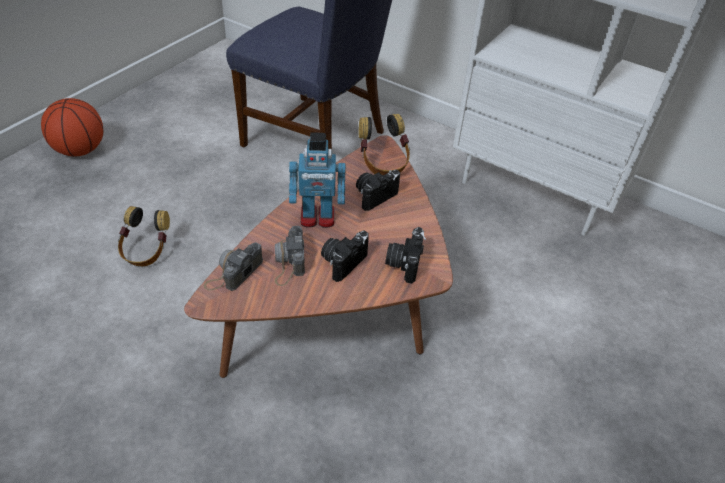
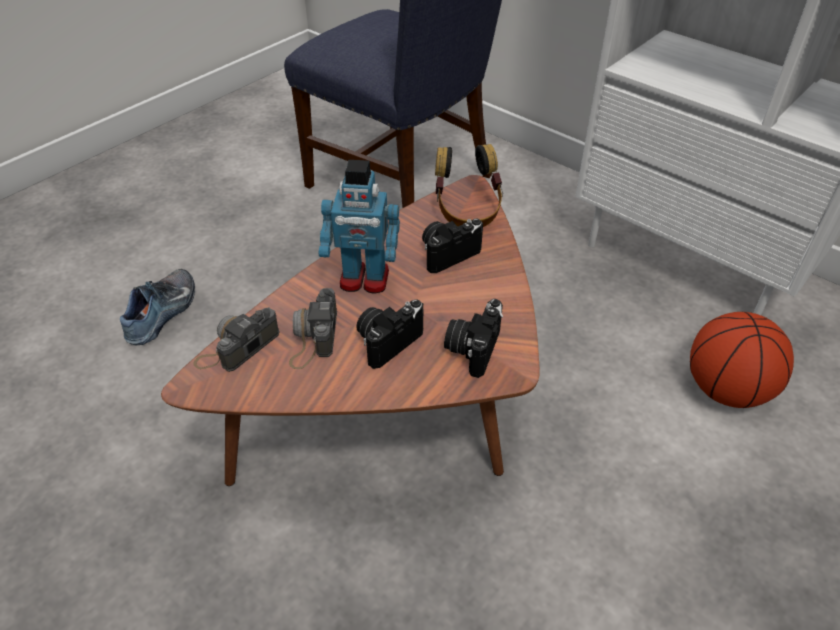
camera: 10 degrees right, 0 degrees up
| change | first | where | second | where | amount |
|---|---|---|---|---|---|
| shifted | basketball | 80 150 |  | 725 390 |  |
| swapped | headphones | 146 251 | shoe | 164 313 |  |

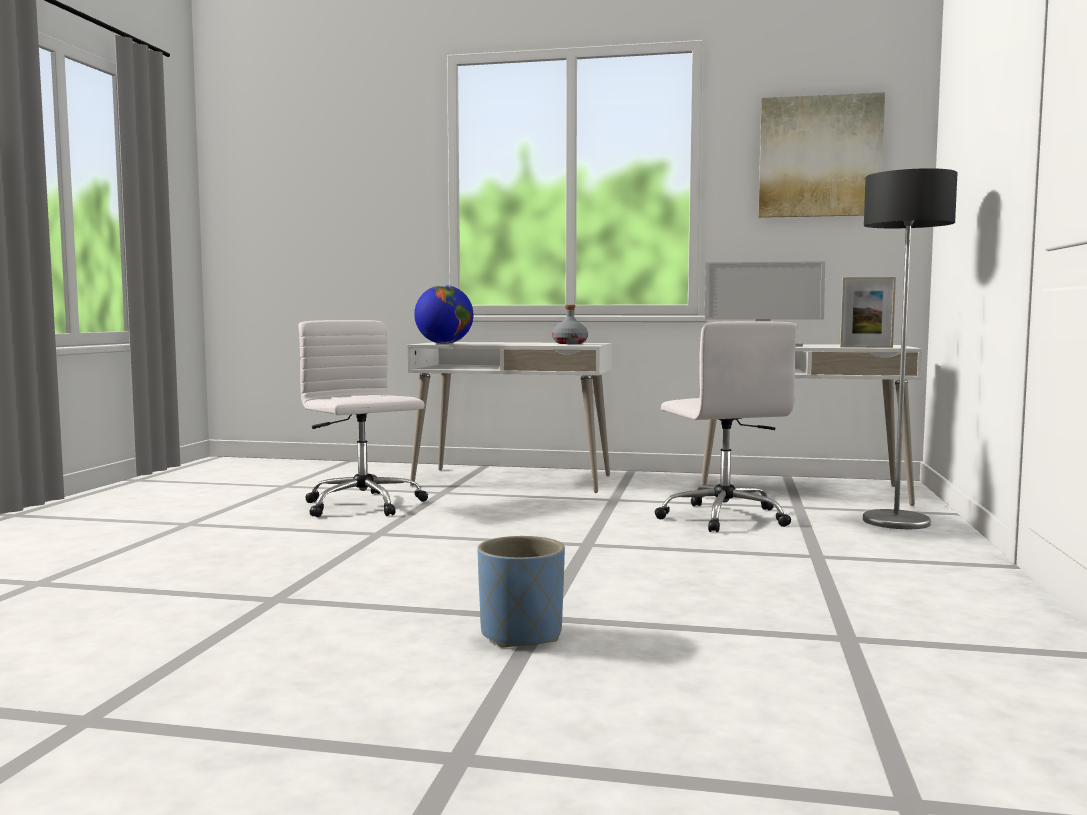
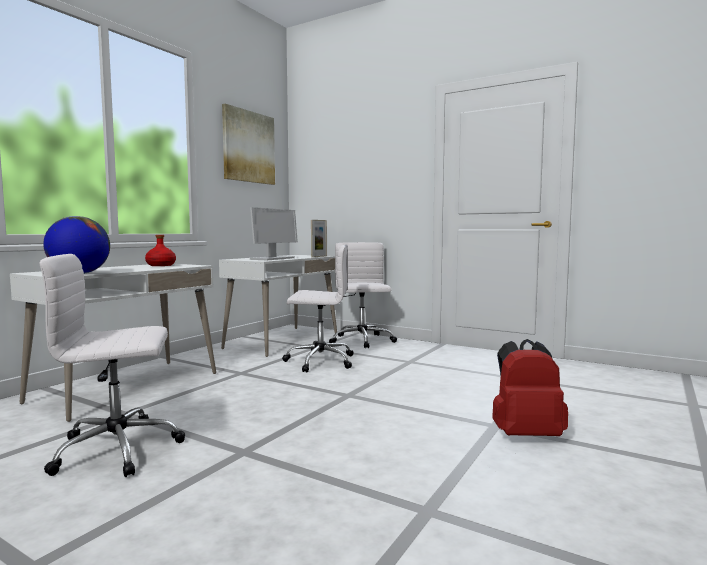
camera: 70 degrees left, 0 degrees up
| change | first | where | second | where | amount |
|---|---|---|---|---|---|
| swapped | blue planter | 521 635 | red backpack | 525 434 |  |
| repainted | grey bottle | 570 343 | red bottle | 161 265 |  |
| swapped | floor lamp | 896 521 | white office chair | 362 341 |  |

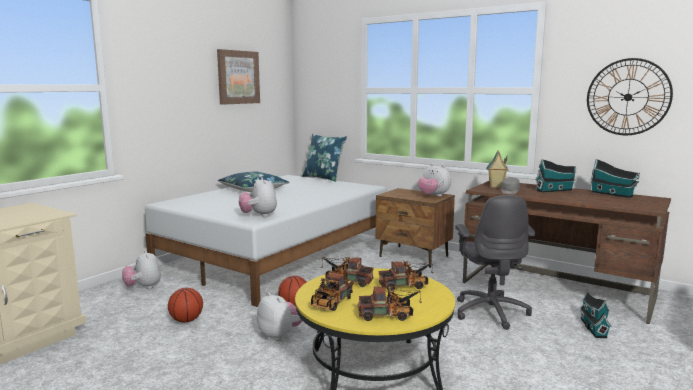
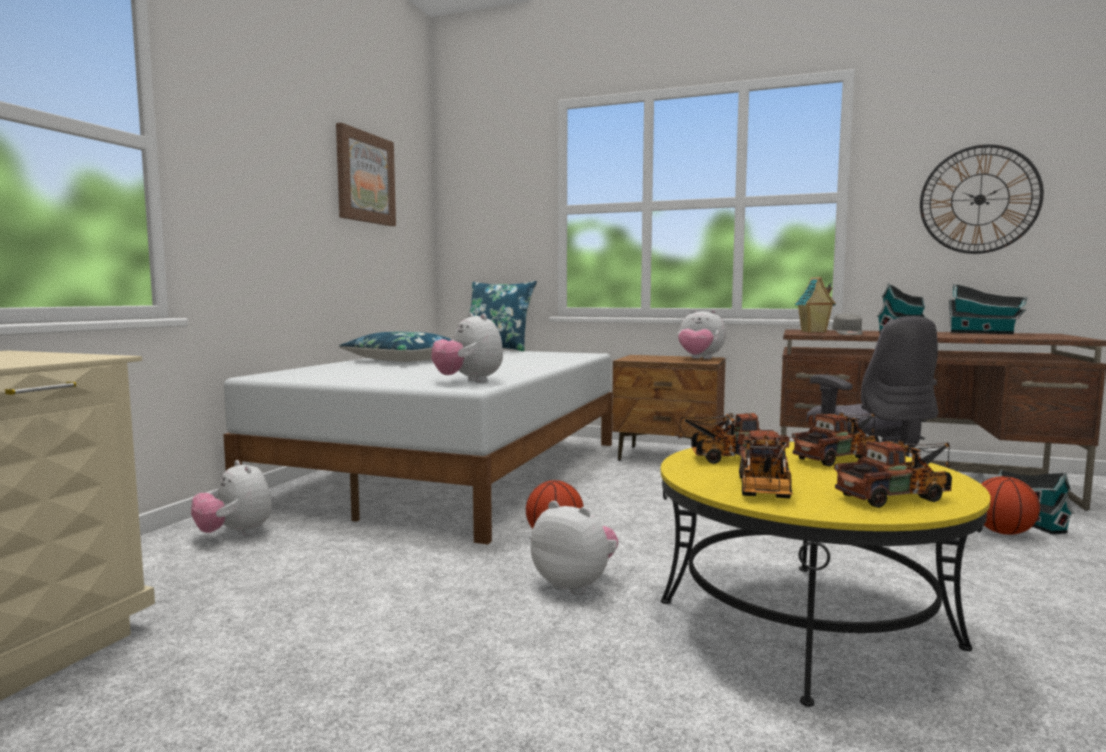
camera: 15 degrees left, 5 degrees down
| change | first | where | second | where | amount |
|---|---|---|---|---|---|
| shifted | basketball | 186 320 |  | 1003 532 |  |

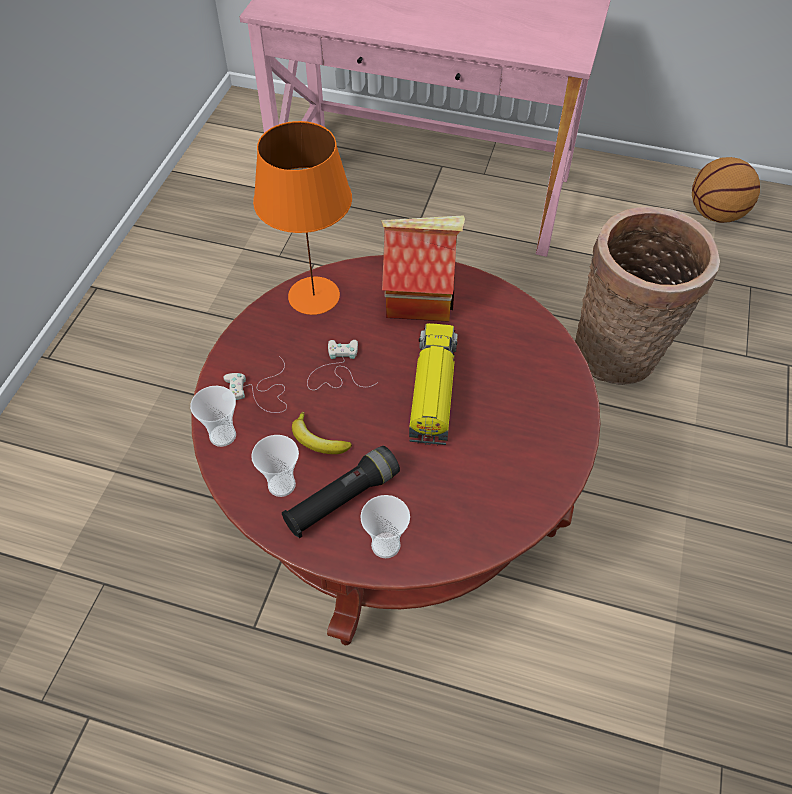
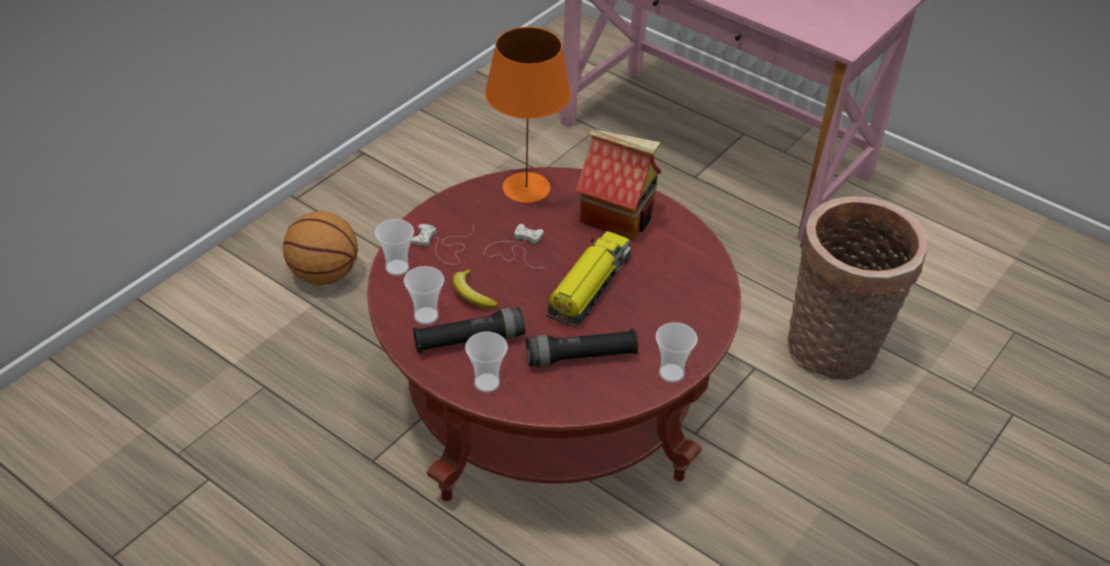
camera: 20 degrees right, 10 degrees down
| change | first | where | second | where | amount |
|---|---|---|---|---|---|
| shifted | basketball | 715 214 |  | 324 274 |  |
| new |  |  | black flashlight | 581 357 |  |
| new |  |  | cup | 671 373 |  |

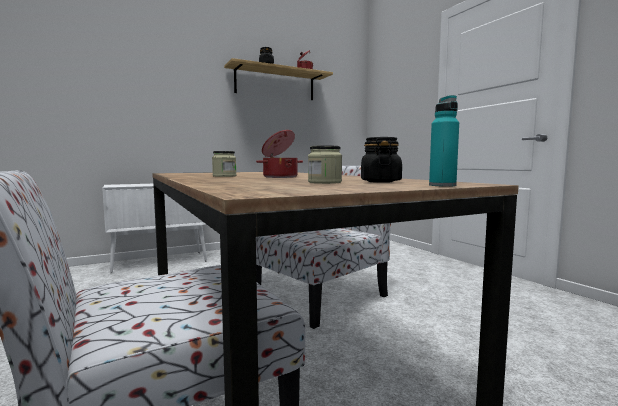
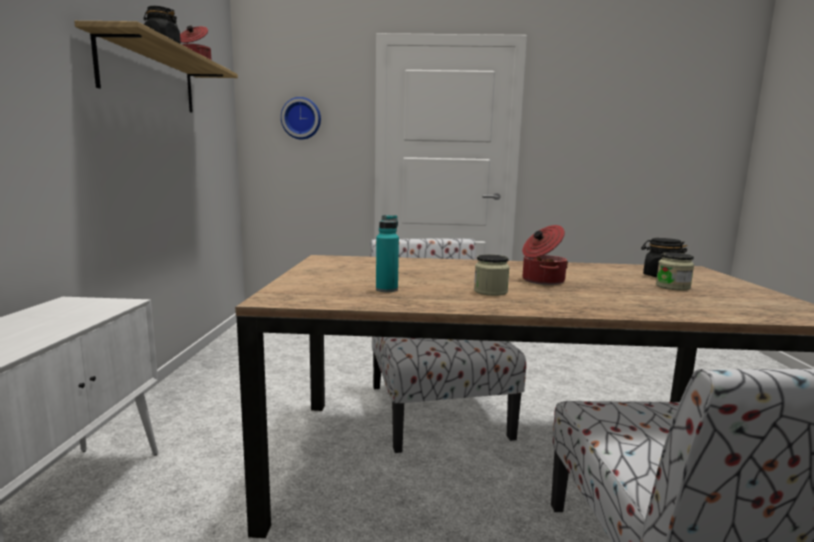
camera: 60 degrees left, 5 degrees up
| change | first | where | second | where | amount |
|---|---|---|---|---|---|
| shifted | turquoise bottle | 442 185 |  | 386 289 |  |
| new |  |  | wall clock | 301 118 |  |

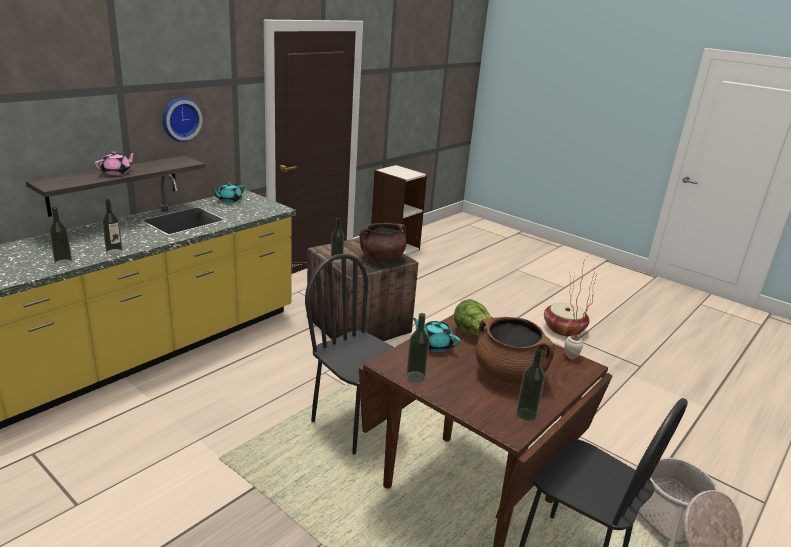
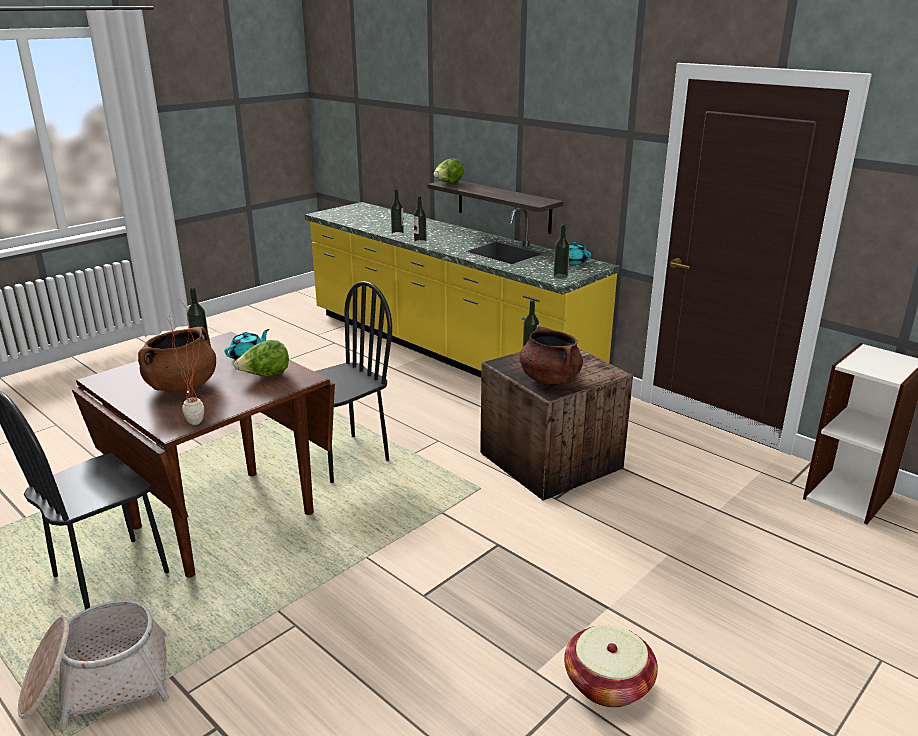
camera: 95 degrees right, 0 degrees up
| change | first | where | second | where | amount |
|---|---|---|---|---|---|
| gone | pink teapot | 117 172 |  |  |  |
| gone | wall clock | 180 119 |  |  |  |
| shifted | bottle | 526 414 |  | 560 276 |  |
| new |  |  | lettuce | 448 183 |  |

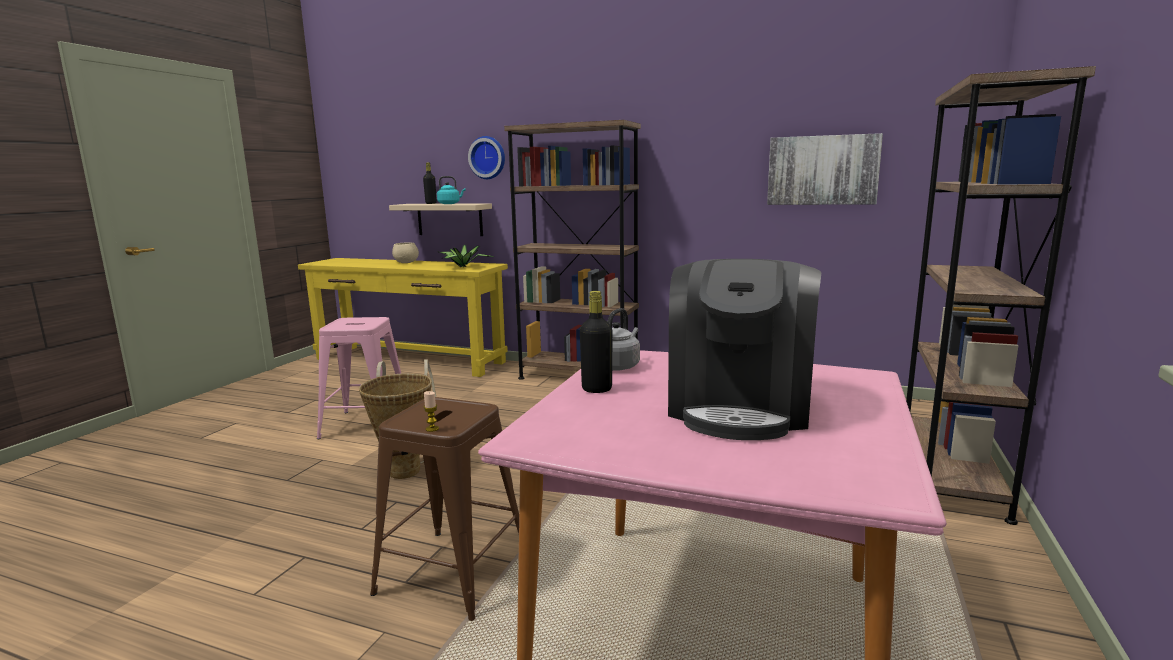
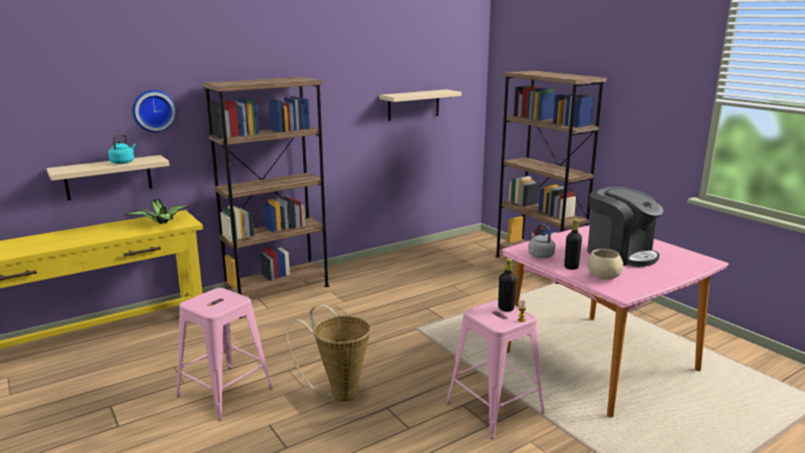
camera: 55 degrees left, 5 degrees up
| change | first | where | second | where | amount |
|---|---|---|---|---|---|
| repainted | brown stool | 453 573 | pink stool | 495 408 |  |
| shifted | beige bowl | 406 262 |  | 603 277 |  |
| shifted | black bottle | 431 203 |  | 506 308 |  |
| swapped | picture | 822 170 | beige shelf | 413 105 |  |

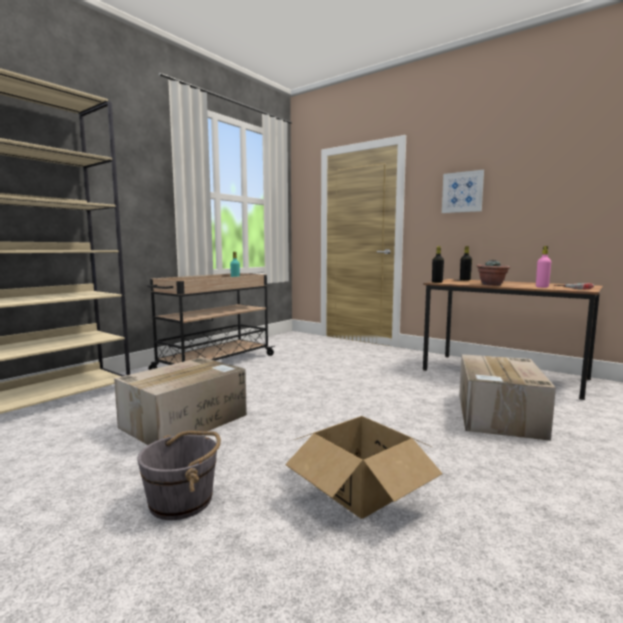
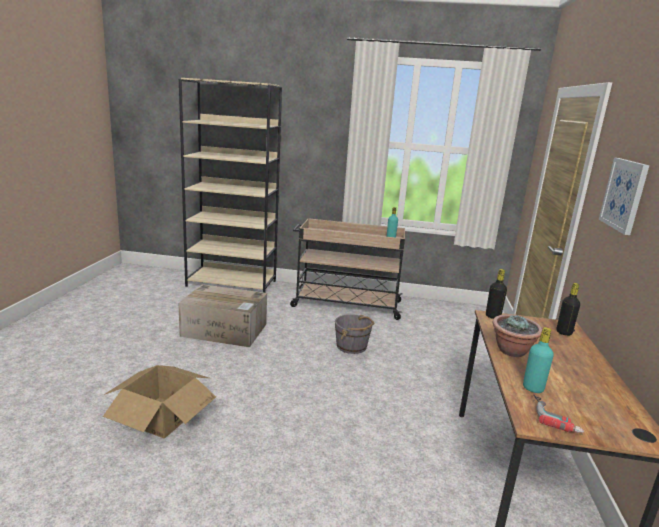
camera: 60 degrees right, 10 degrees up
| change | first | where | second | where | amount |
|---|---|---|---|---|---|
| shifted | grey bucket | 182 500 |  | 352 346 |  |
| gone | cardboard box | 499 415 |  |  |  |
| repainted | pink bottle | 542 287 | turquoise bottle | 533 388 |  |

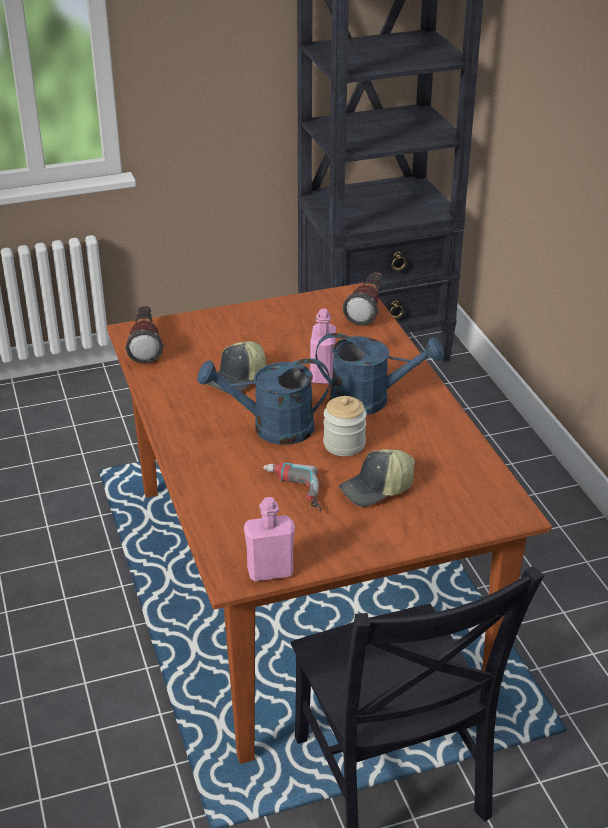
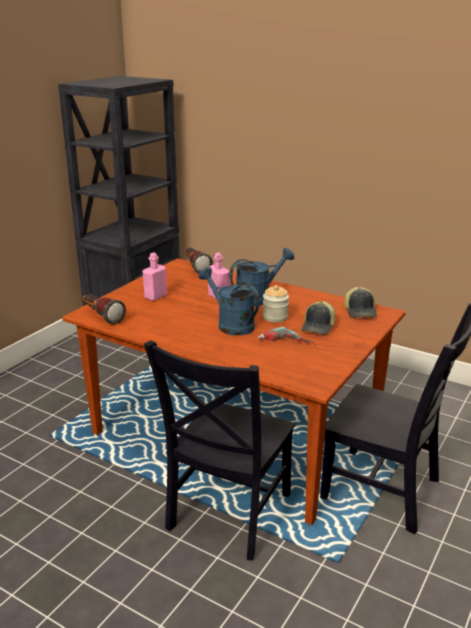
camera: 40 degrees left, 10 degrees down
| change | first | where | second | where | amount |
|---|---|---|---|---|---|
| rotated | blue watering can | 271 428 |  | 230 324 | 90 degrees clockwise |
| shifted | cap | 238 379 |  | 360 311 |  |
| shifted | pink bottle | 270 571 |  | 155 296 |  |
| new |  |  | black chair | 227 515 |  |

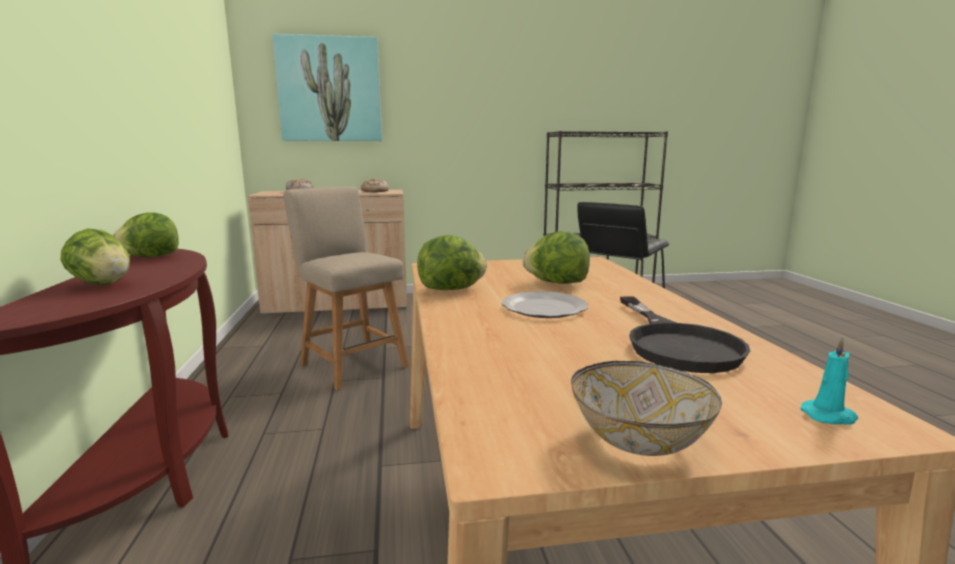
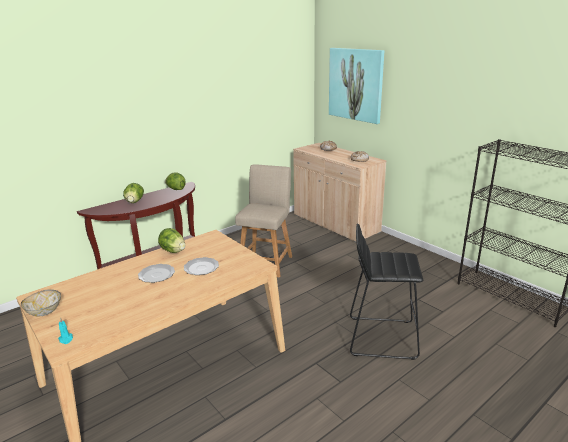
camera: 60 degrees right, 10 degrees up
| change | first | where | second | where | amount |
|---|---|---|---|---|---|
| swapped | lettuce | 556 283 | plate | 201 268 |  |
| gone | black frying pan | 676 343 |  |  |  |

